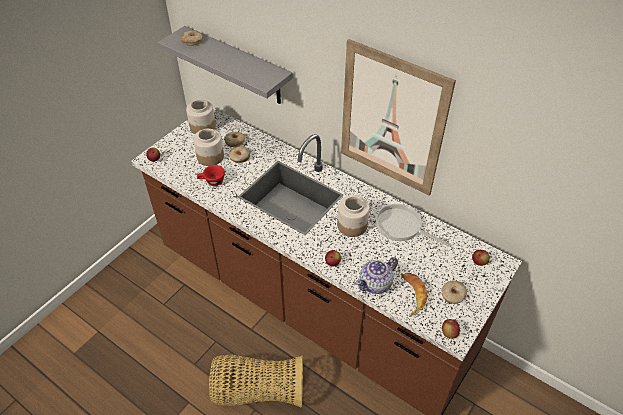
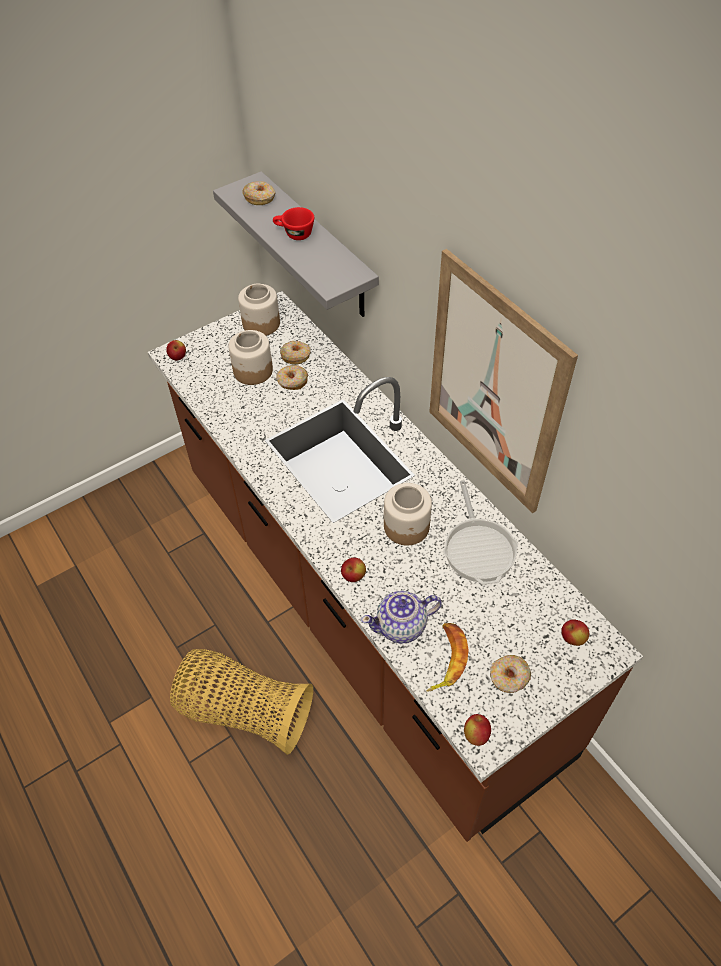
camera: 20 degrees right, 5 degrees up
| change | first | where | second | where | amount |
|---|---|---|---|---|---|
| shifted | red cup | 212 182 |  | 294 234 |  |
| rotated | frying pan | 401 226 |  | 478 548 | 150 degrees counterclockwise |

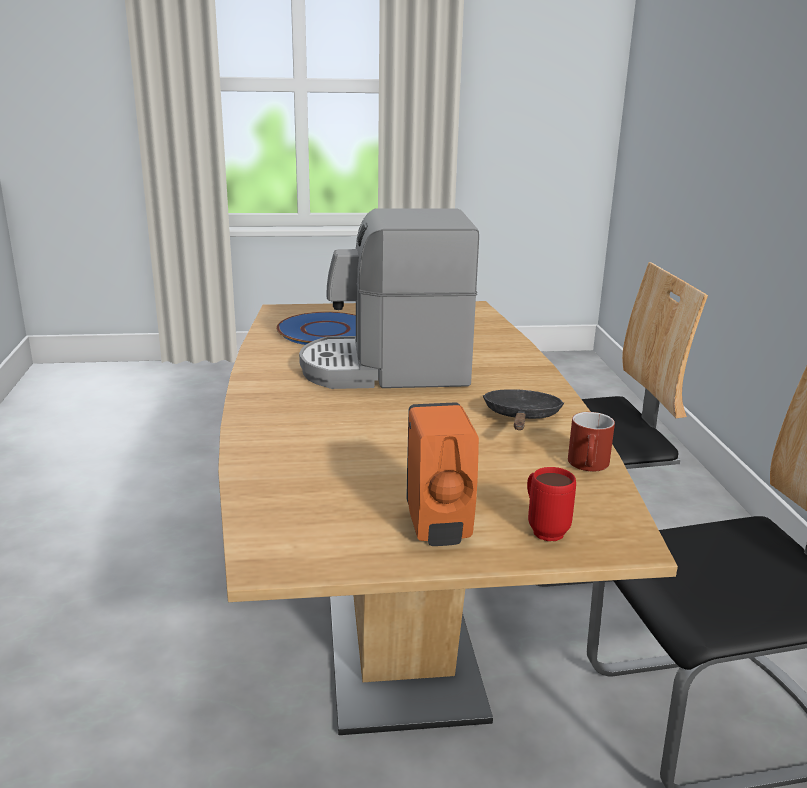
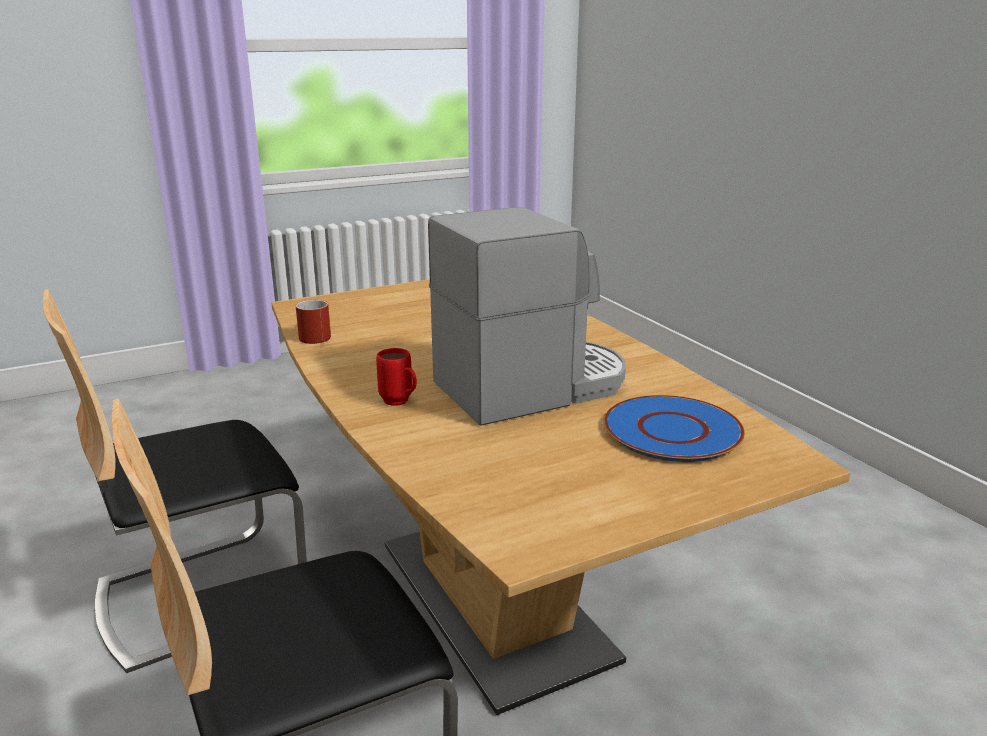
camera: 160 degrees right, 0 degrees up
| change | first | where | second | where | amount |
|---|---|---|---|---|---|
| gone | orange soap dispenser | 438 528 |  |  |  |
| gone | black frying pan | 521 418 |  |  |  |
| shifted | red mug | 543 529 |  | 400 403 |  |

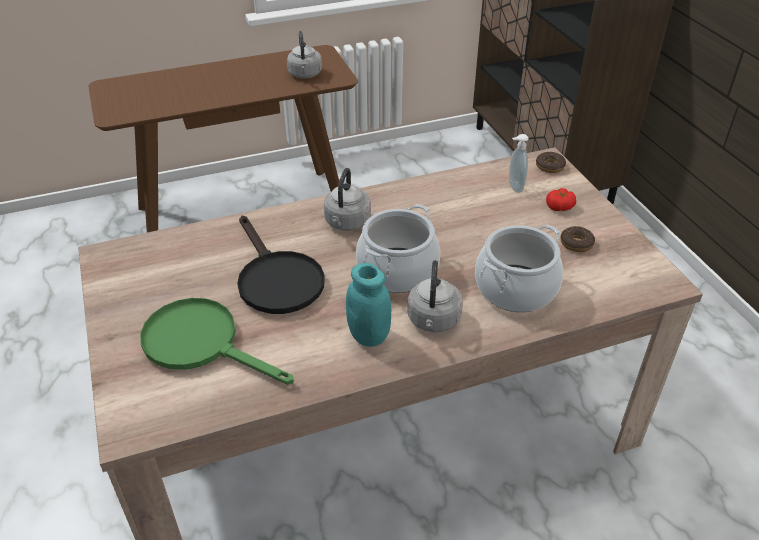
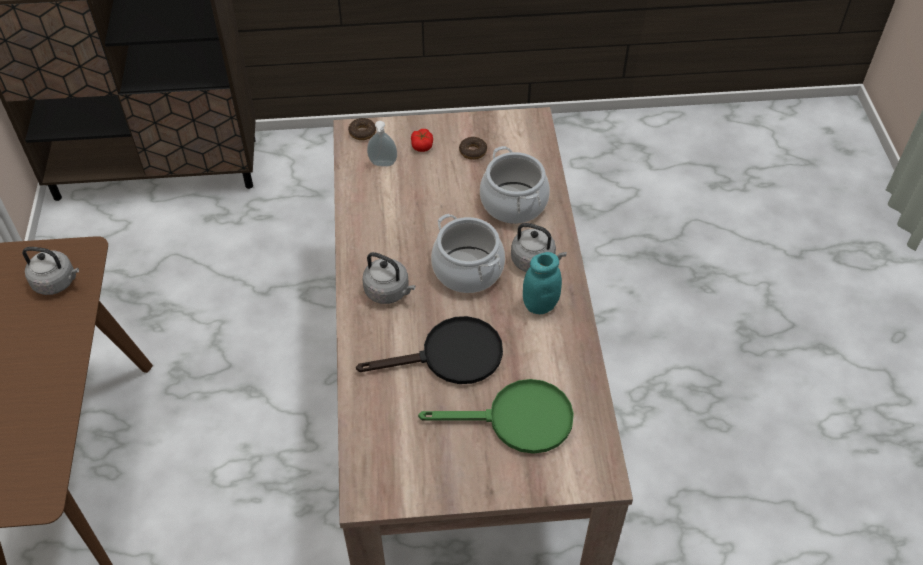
camera: 75 degrees left, 10 degrees up
| change | first | where | second | where | amount |
|---|---|---|---|---|---|
| rotated | green frying pan | 202 343 |  | 518 420 | 135 degrees counterclockwise |

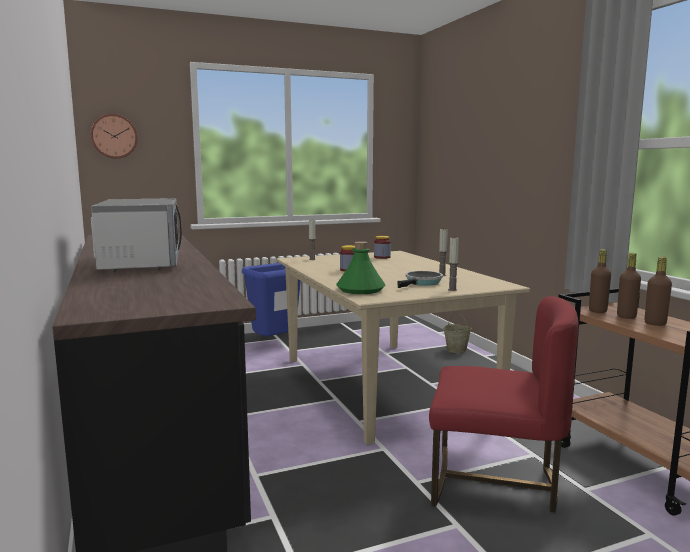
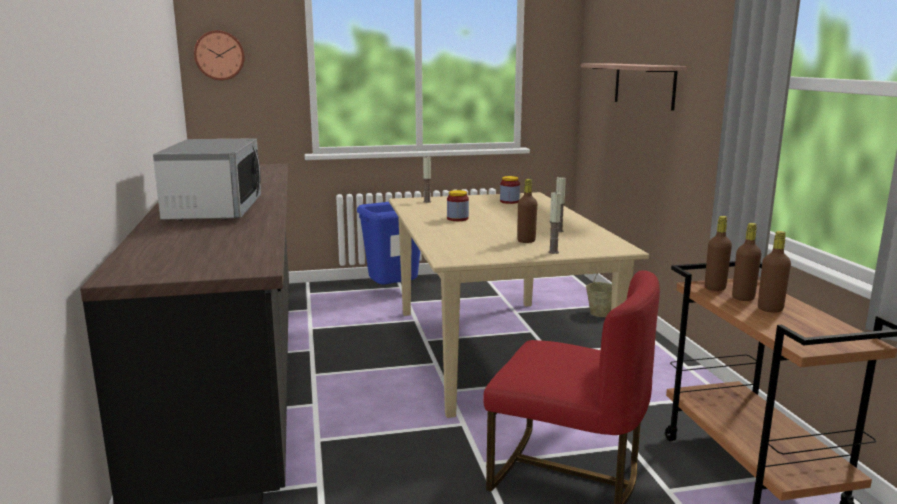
camera: 10 degrees right, 5 degrees up
| change | first | where | second | where | amount |
|---|---|---|---|---|---|
| gone | green bottle | 361 290 |  |  |  |
| swapped | frying pan | 422 283 | brown bottle | 526 241 |  |
| new |  |  | shelf | 644 85 |  |

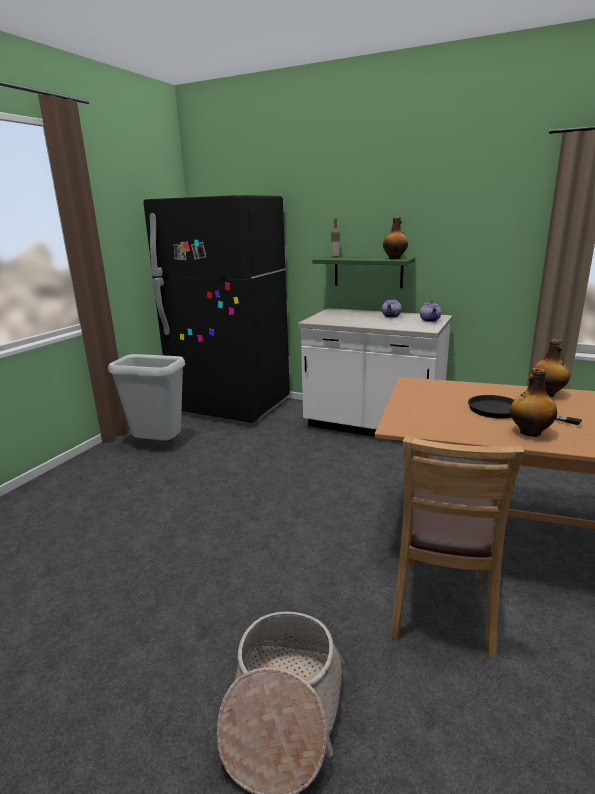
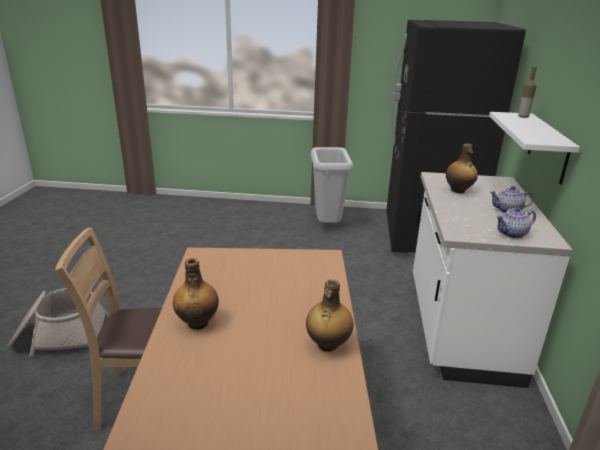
camera: 70 degrees right, 5 degrees up
| change | first | where | second | where | amount |
|---|---|---|---|---|---|
| repainted | green shelf | 368 272 | white shelf | 548 148 |  |
| shifted | bottle | 395 258 |  | 458 191 |  |
| gone | black frying pan | 505 411 |  |  |  |

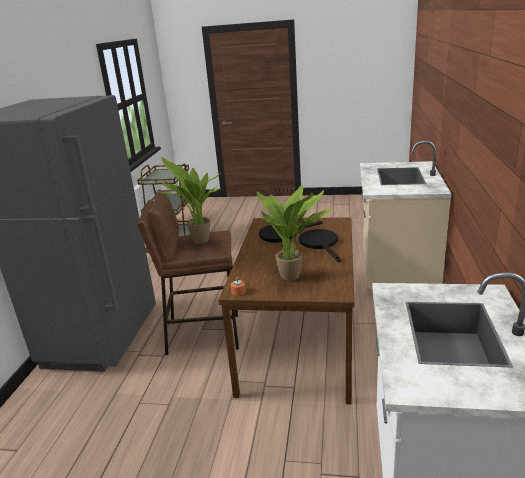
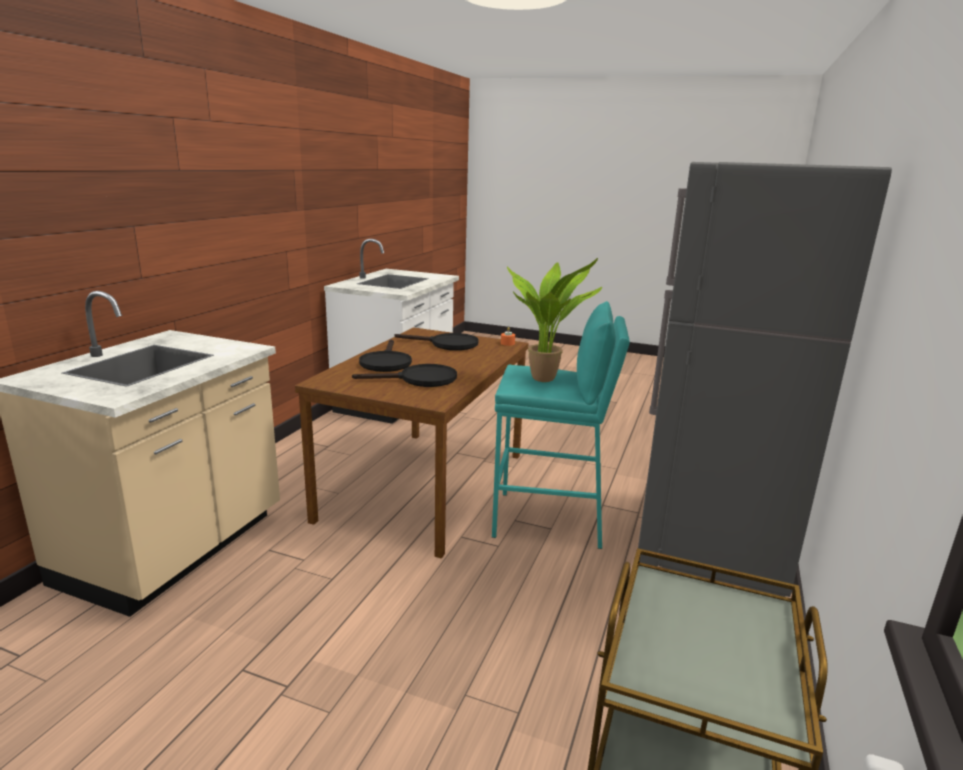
camera: 170 degrees left, 5 degrees down
| change | first | where | second | where | amount |
|---|---|---|---|---|---|
| repainted | brown stool | 203 334 | turquoise stool | 549 520 |  |
| swapped | potted plant | 293 277 | black frying pan | 447 344 |  |

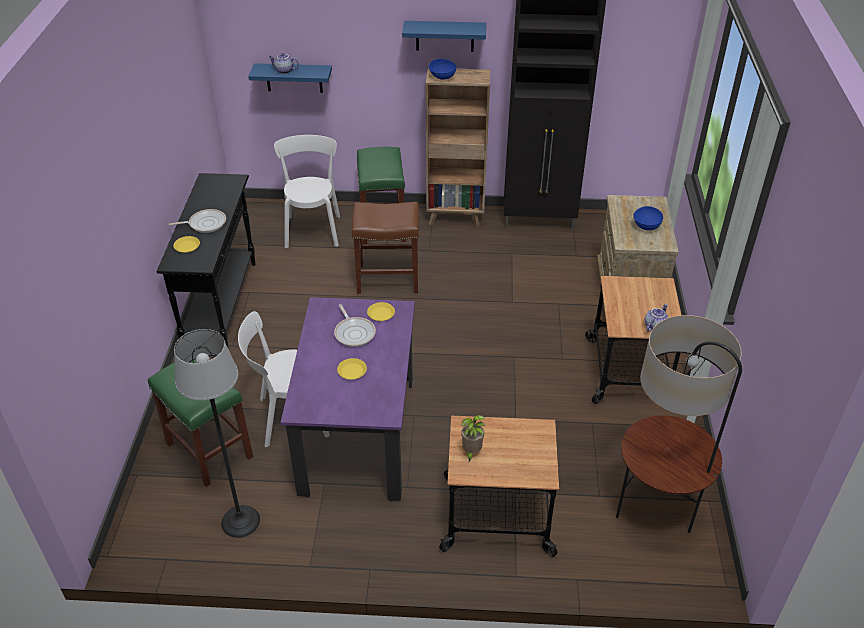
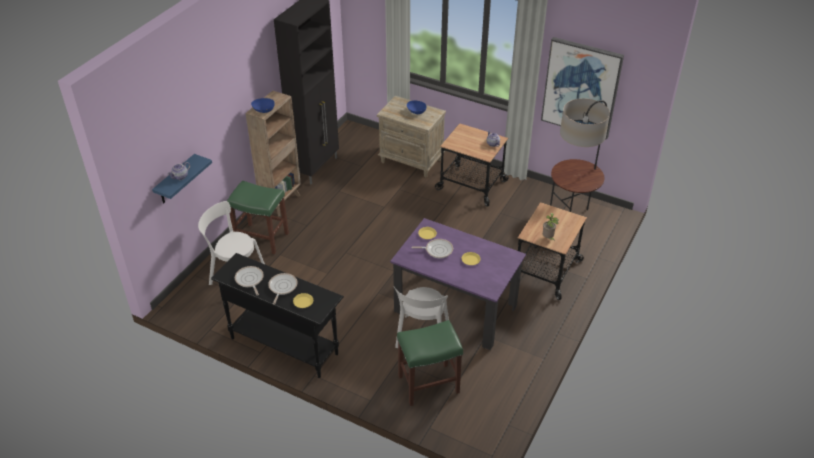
camera: 65 degrees left, 0 degrees up
| change | first | where | second | where | amount |
|---|---|---|---|---|---|
| gone | floor lamp | 240 521 |  |  |  |
| gone | brown stool | 389 278 |  |  |  |
| gone | blue shelf | 445 36 |  |  |  |
| new |  |  | frying pan | 249 280 |  |
| new |  |  | picture | 581 87 |  |

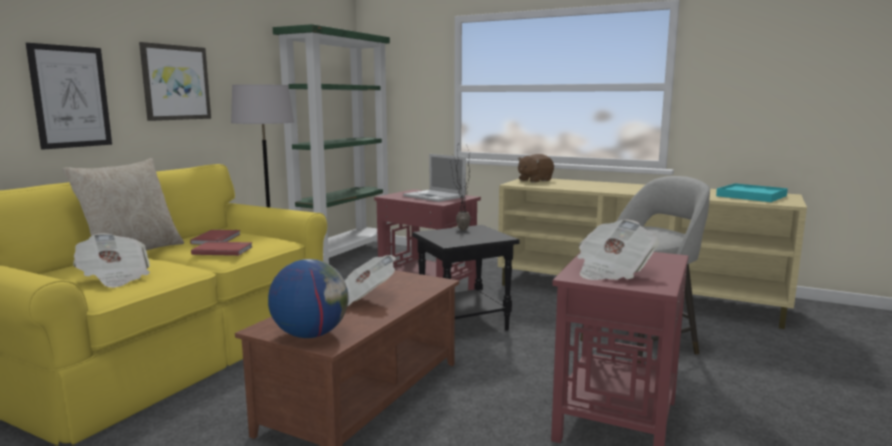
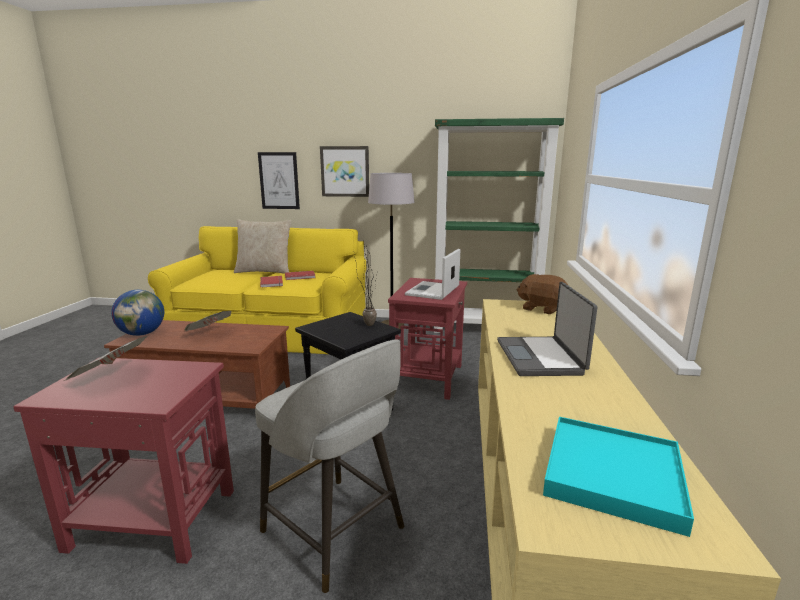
camera: 70 degrees right, 5 degrees up
| change | first | where | second | where | amount |
|---|---|---|---|---|---|
| gone | newspaper | 115 278 |  |  |  |
| new |  |  | laptop | 541 357 |  |

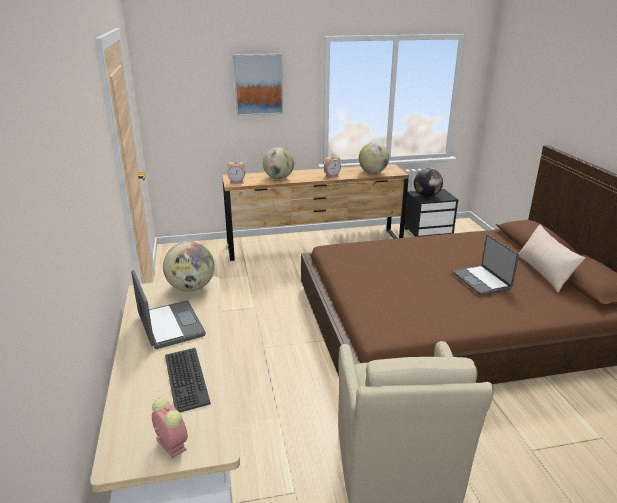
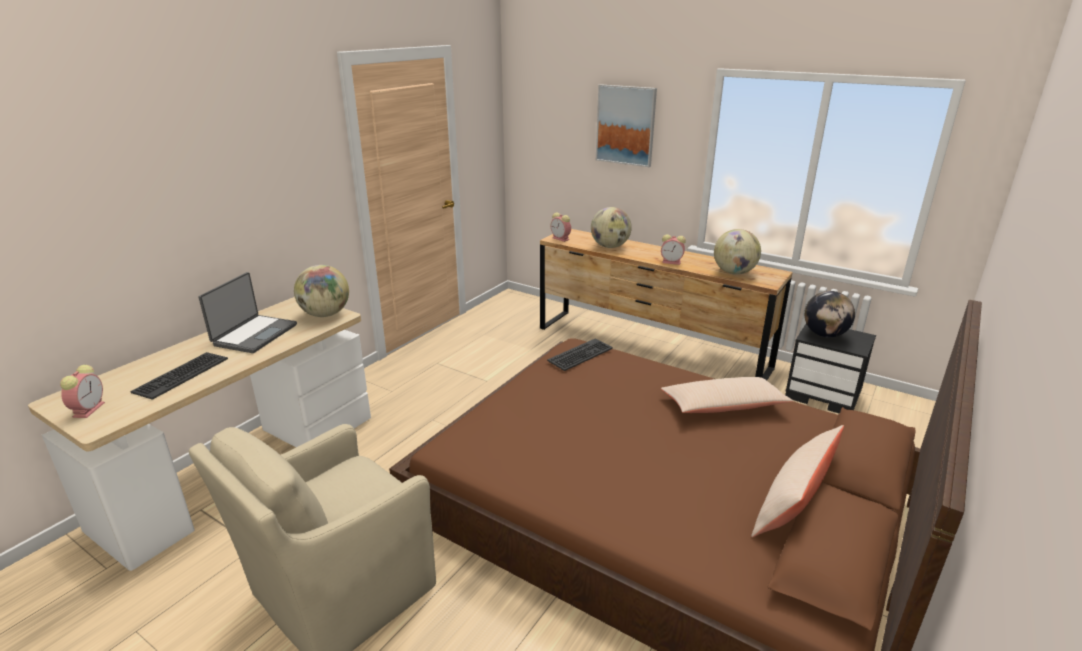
camera: 45 degrees right, 0 degrees up
| change | first | where | second | where | amount |
|---|---|---|---|---|---|
| gone | laptop | 482 281 |  |  |  |
| new |  |  | keyboard | 581 355 |  |
| new |  |  | beige pillow | 723 406 |  |

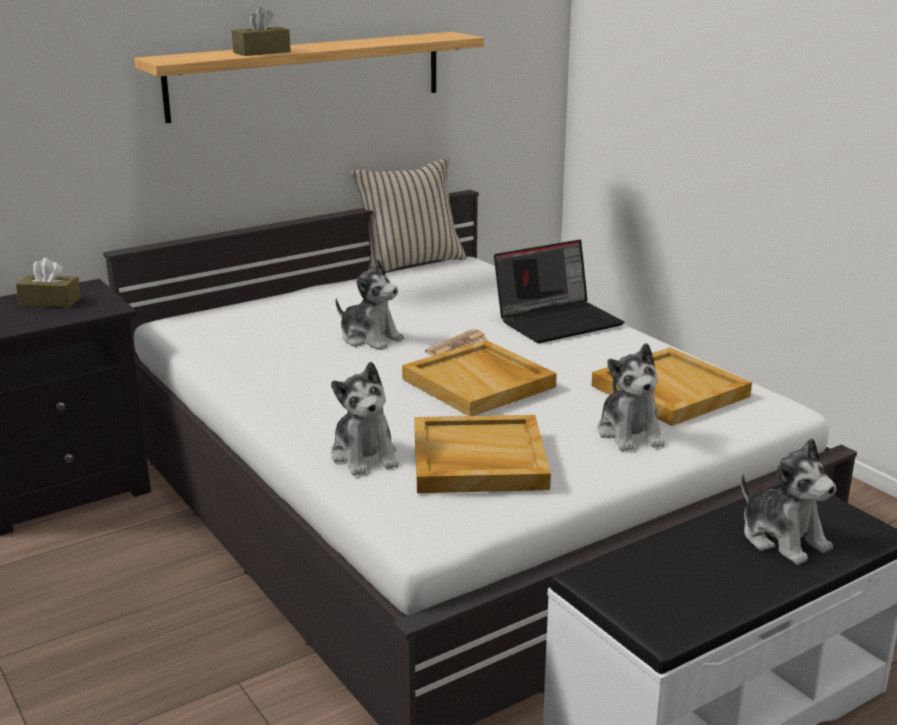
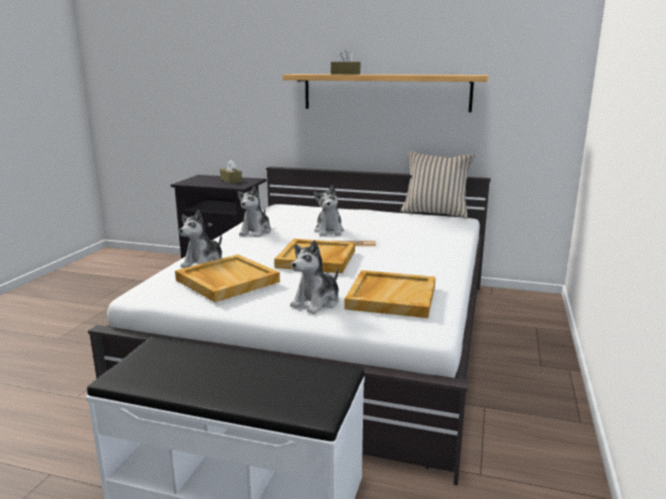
camera: 50 degrees right, 5 degrees down
| change | first | where | second | where | amount |
|---|---|---|---|---|---|
| gone | laptop | 558 321 |  |  |  |
| shifted | plush toy | 783 539 |  | 256 232 |  |

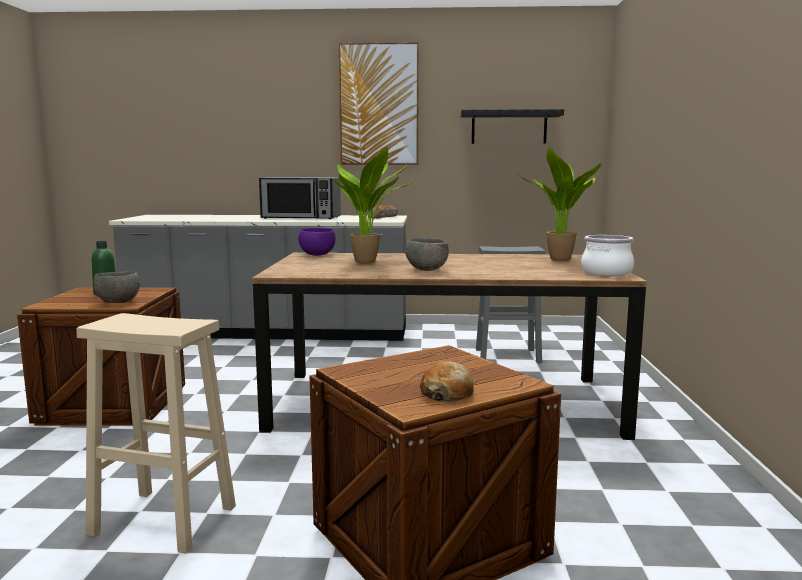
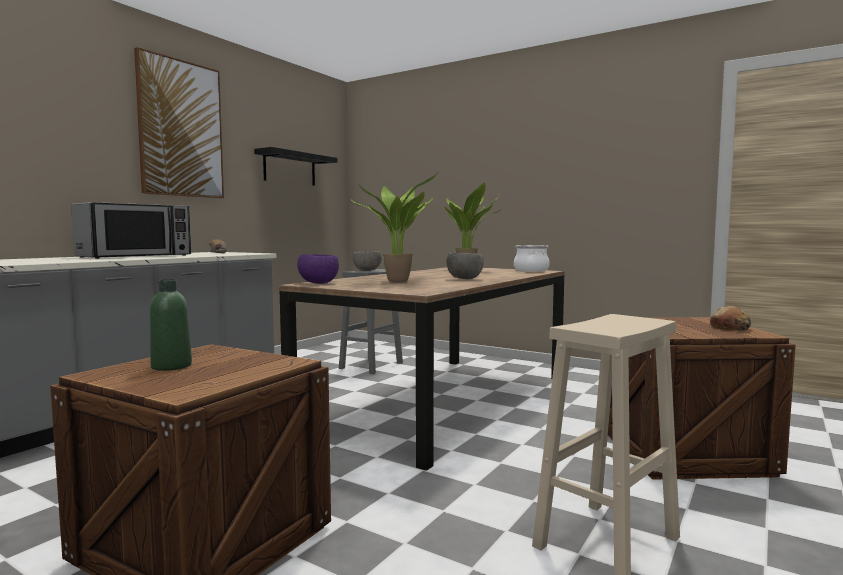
camera: 60 degrees left, 5 degrees down
| change | first | where | second | where | amount |
|---|---|---|---|---|---|
| shifted | grey bowl | 119 302 |  | 367 271 |  |

